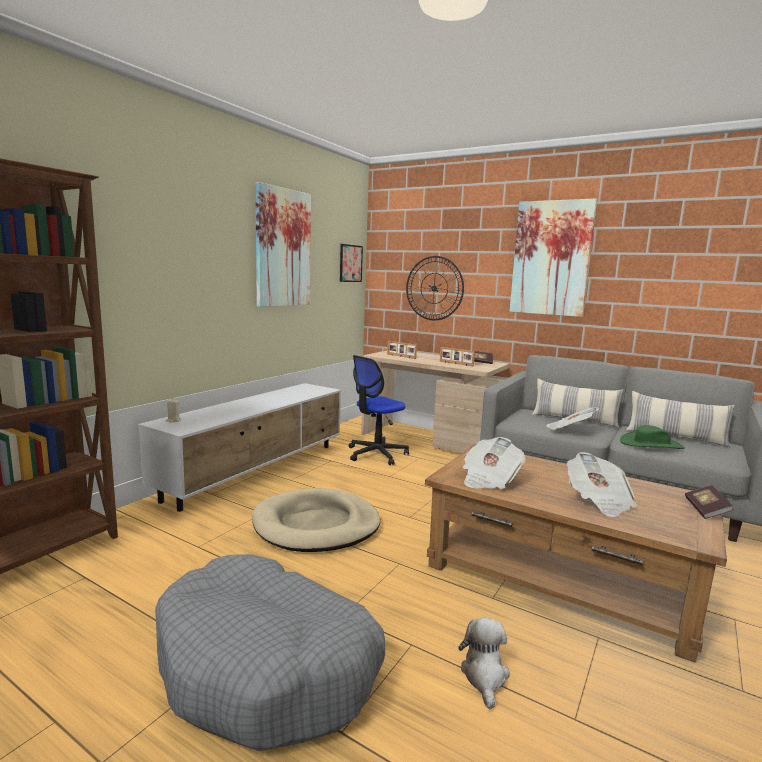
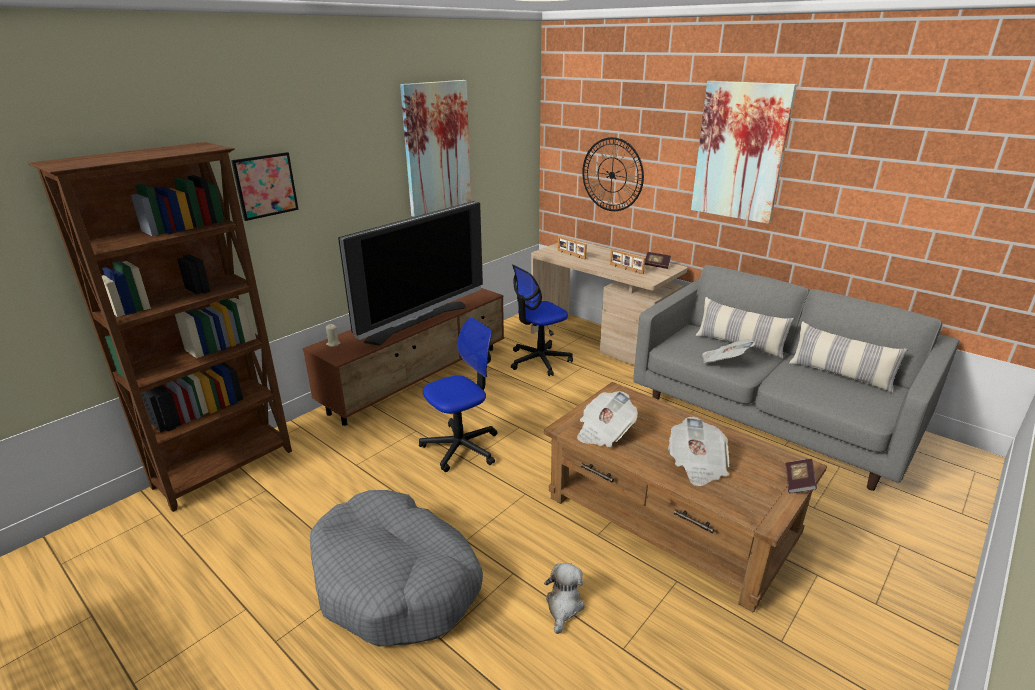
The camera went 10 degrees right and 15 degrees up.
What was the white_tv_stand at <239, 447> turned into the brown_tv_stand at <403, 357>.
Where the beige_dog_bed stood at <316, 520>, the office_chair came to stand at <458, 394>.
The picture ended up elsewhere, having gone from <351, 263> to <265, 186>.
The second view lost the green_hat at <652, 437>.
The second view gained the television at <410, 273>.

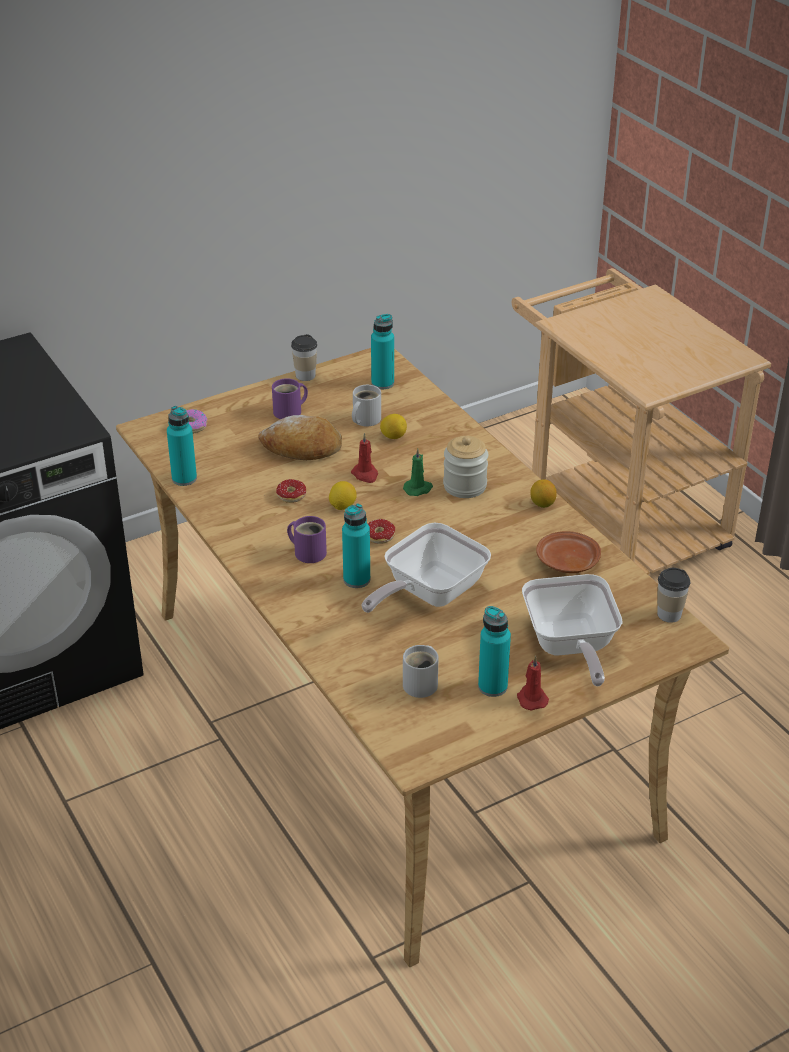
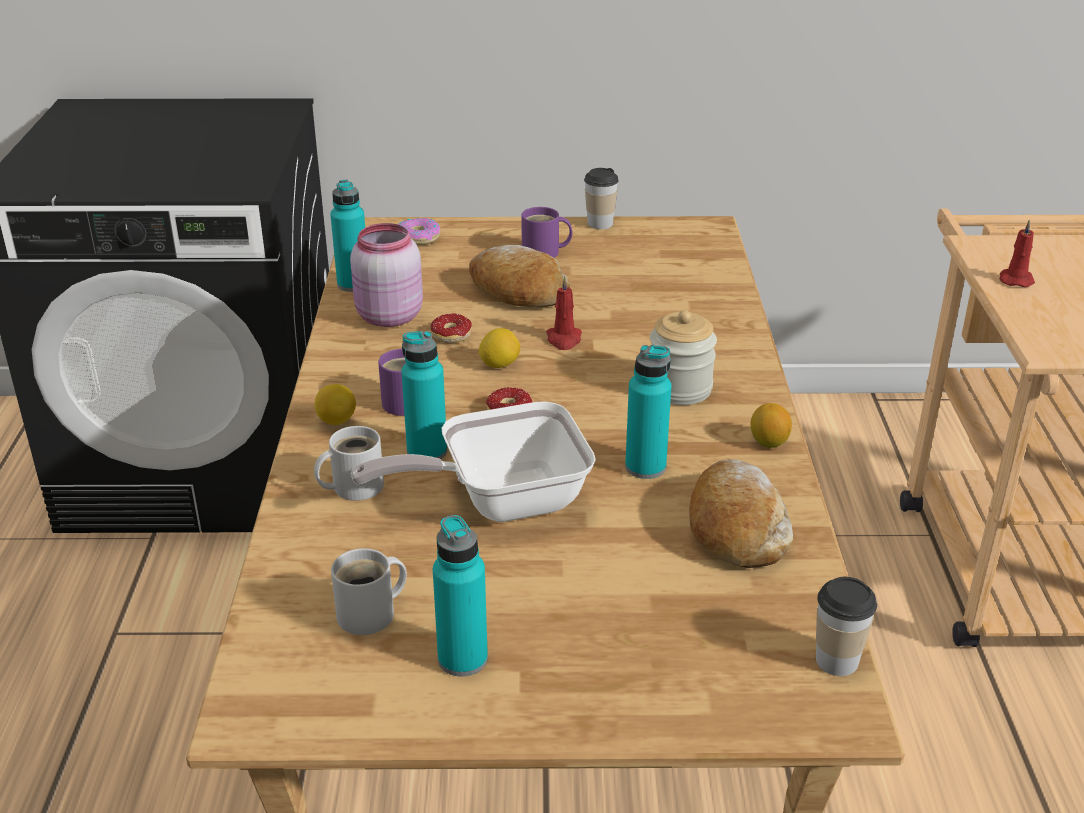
The camera went 30 degrees right and 5 degrees down.
The white_mug ended up elsewhere, having gone from <366, 405> to <349, 463>.
The turquoise_bottle ended up elsewhere, having gone from <382, 351> to <648, 412>.
The lemon ended up elsewhere, having gone from <393, 426> to <335, 404>.
The second view lost the green_candle at <418, 472>.
The red_candle ended up elsewhere, having gone from <533, 683> to <1017, 253>.
The second view lost the frying_pan at <572, 630>.
Where the brown_plate stood at <568, 552>, the bread came to stand at <741, 513>.
The second view gained the pink_jar at <386, 275>.

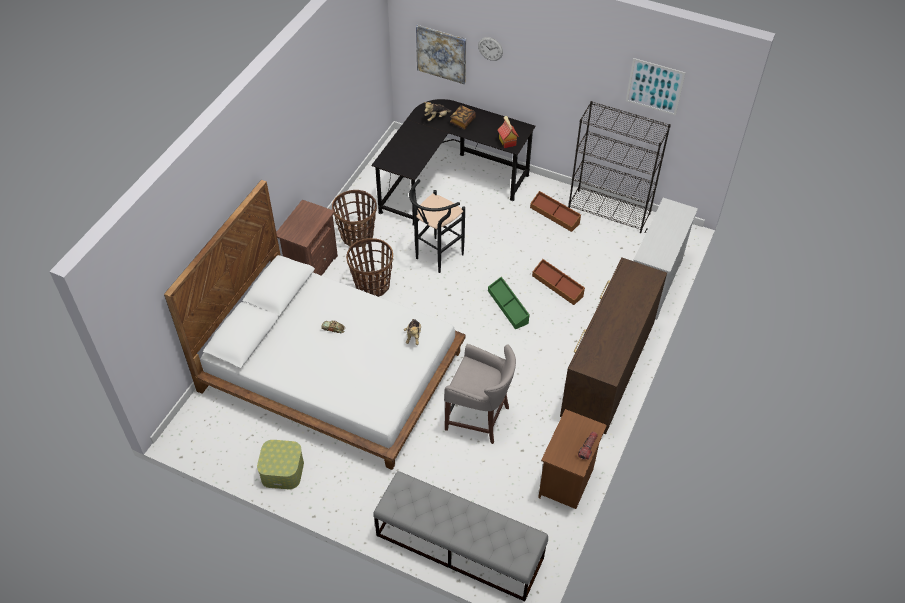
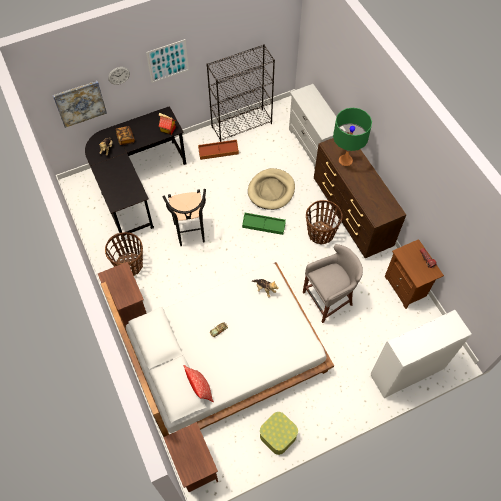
The camera went 50 degrees left and 10 degrees up.
The basket ended up elsewhere, having gone from <369, 267> to <324, 222>.
Where the grey_bench stood at <460, 536>, the white_cabinet came to stand at <421, 354>.
Where the brown_storage_box stood at <558, 282>, the beige_dog_bed came to stand at <271, 189>.
The picture ended up elsewhere, having gone from <656, 87> to <167, 61>.
The second view gained the brown_nightstand at <190, 457>.
The second view gained the pillow at <199, 383>.
The second view gained the green_table_lamp at <352, 137>.

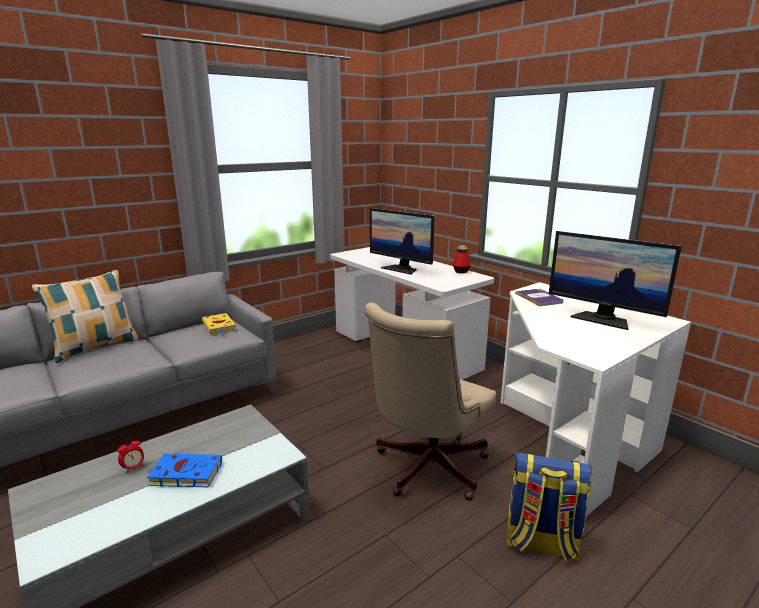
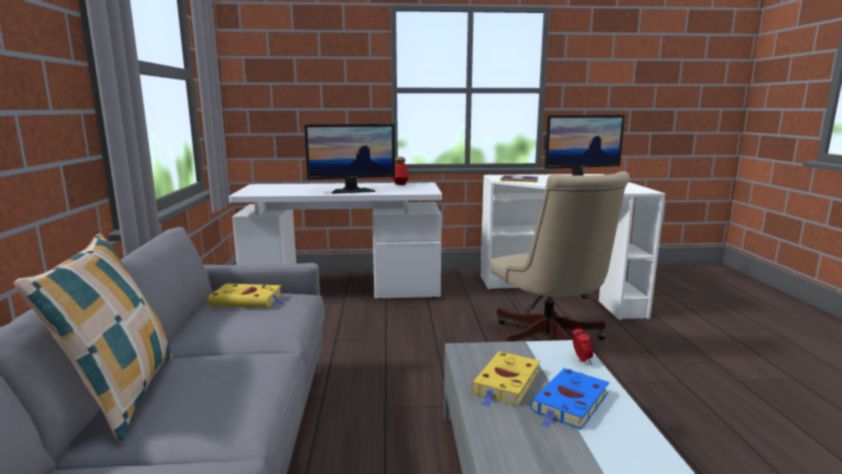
The camera went 55 degrees left and 5 degrees down.
The alarm_clock ended up elsewhere, having gone from <130, 455> to <582, 344>.
The second view lost the backpack at <549, 507>.
The second view gained the yellow_book at <505, 379>.

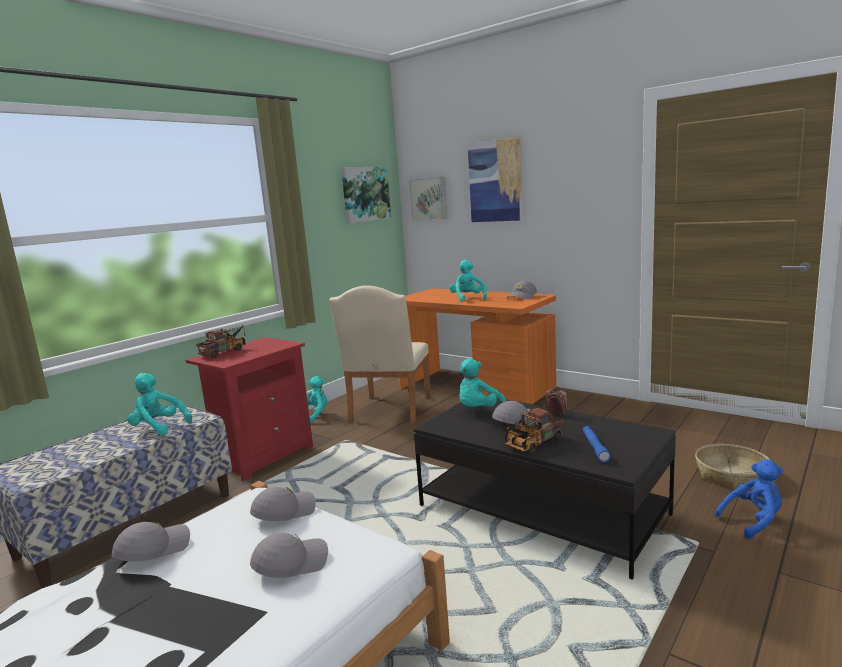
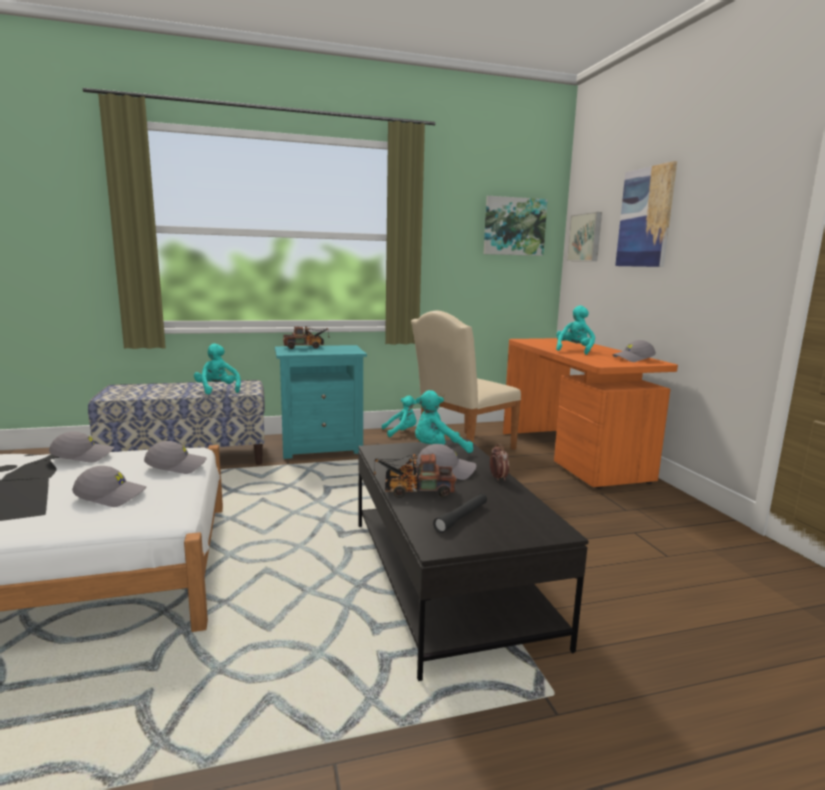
The camera went 35 degrees right and 0 degrees up.
What was the red_nightstand at <249, 409> turned into the turquoise_nightstand at <321, 402>.
What was the blue_flashlight at <597, 444> turned into the black_flashlight at <460, 513>.
The second view lost the basket at <732, 467>.
The second view lost the blue_plush_toy at <749, 499>.

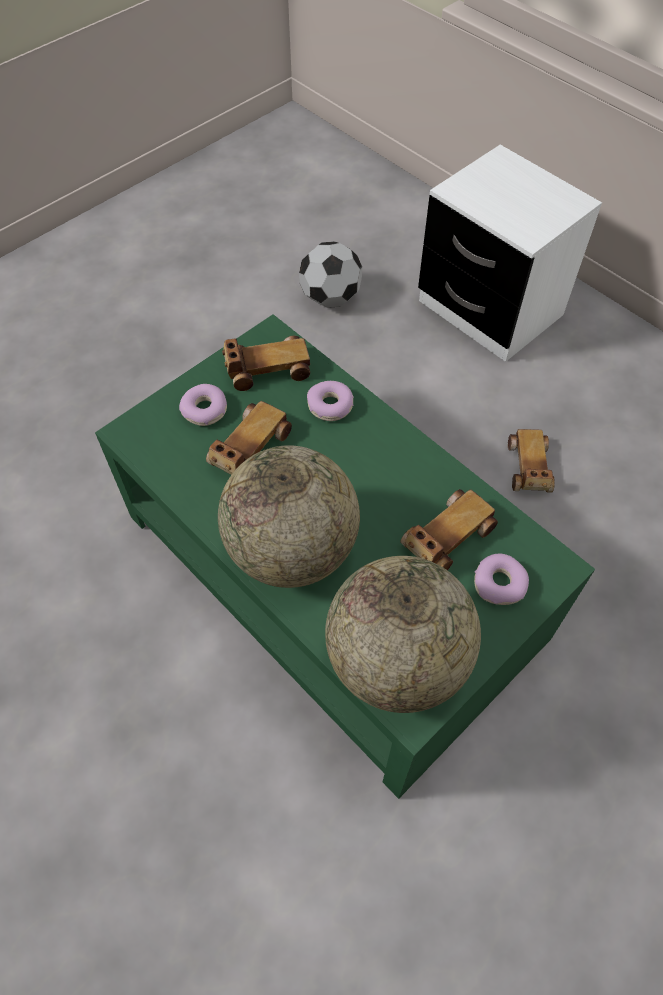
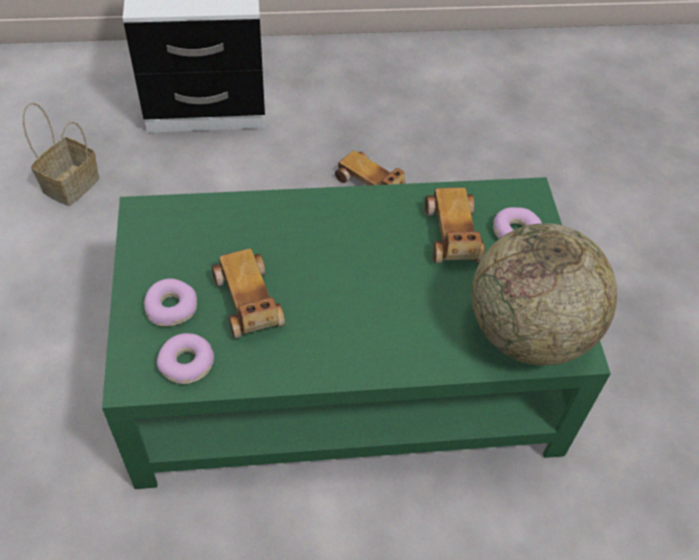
The camera went 55 degrees left and 5 degrees down.
The second view lost the globe at <289, 517>.
The second view lost the toy_car at <266, 363>.
Where the football stood at <330, 274>, the basket came to stand at <61, 154>.
The donut ended up elsewhere, having gone from <330, 401> to <185, 358>.

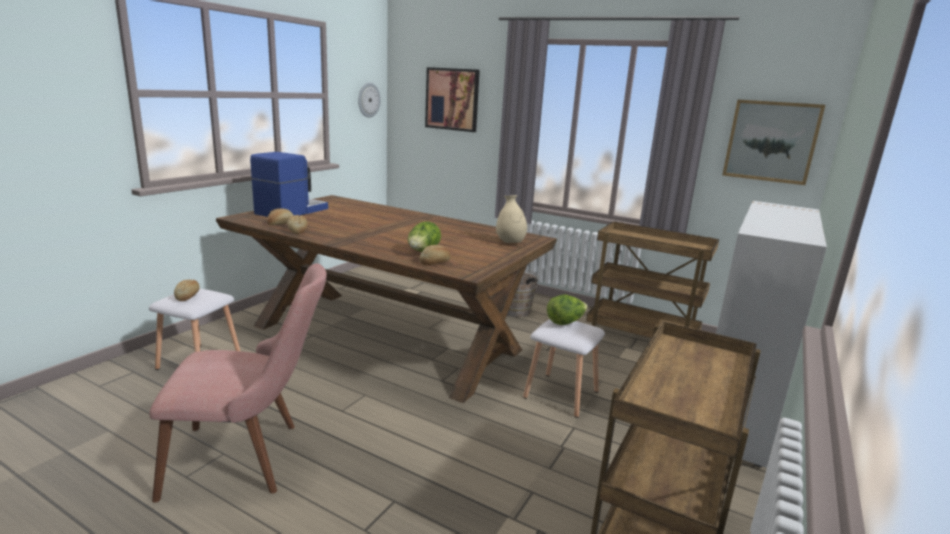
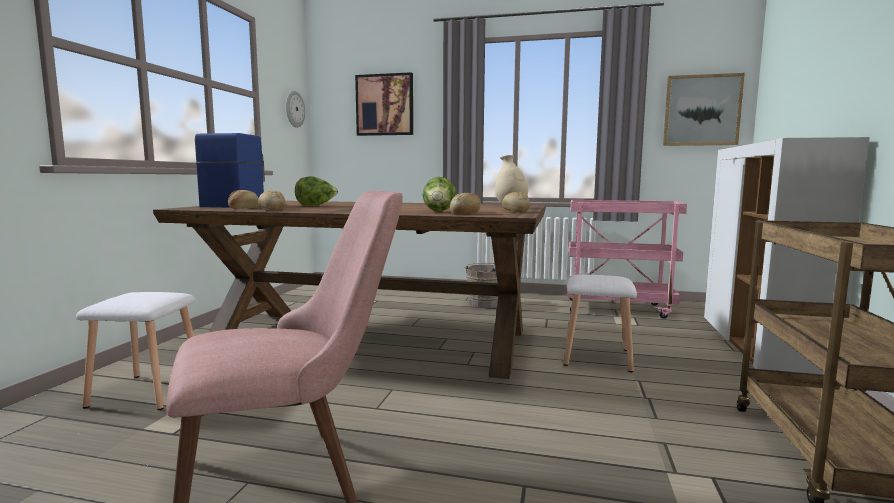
The camera went 15 degrees left and 10 degrees down.
The bread ended up elsewhere, having gone from <187, 290> to <516, 202>.
The lettuce ended up elsewhere, having gone from <567, 309> to <316, 191>.
What was the brown_cart at <652, 279> turned into the pink_cart at <627, 259>.

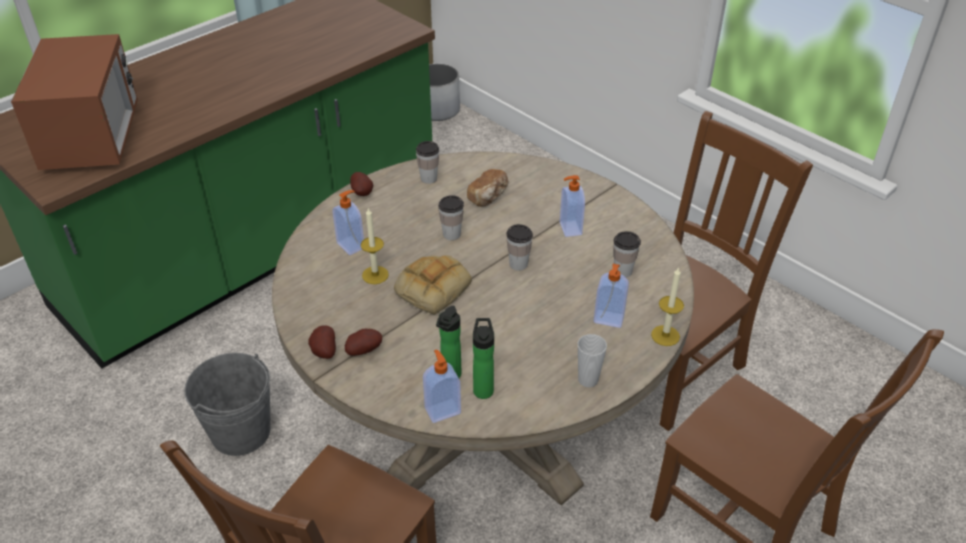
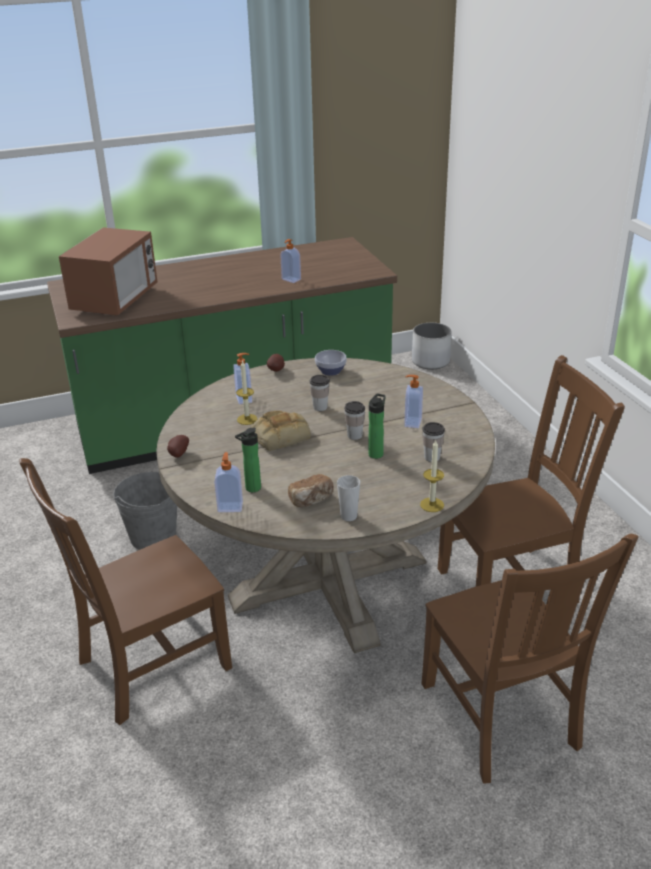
The camera went 25 degrees right and 10 degrees down.
The second view lost the potato at <363, 342>.
Where the cup stood at <427, 162>, the bowl came to stand at <331, 363>.
The bread ended up elsewhere, having gone from <487, 188> to <311, 490>.
The bottle ended up elsewhere, having gone from <483, 358> to <377, 426>.
The soap_dispenser ended up elsewhere, having gone from <611, 296> to <290, 261>.

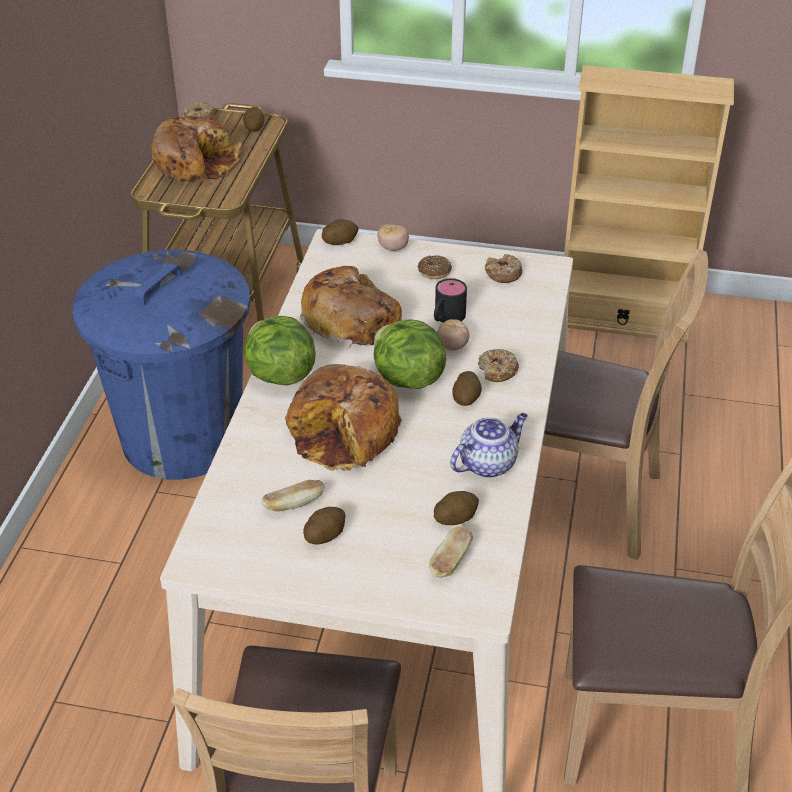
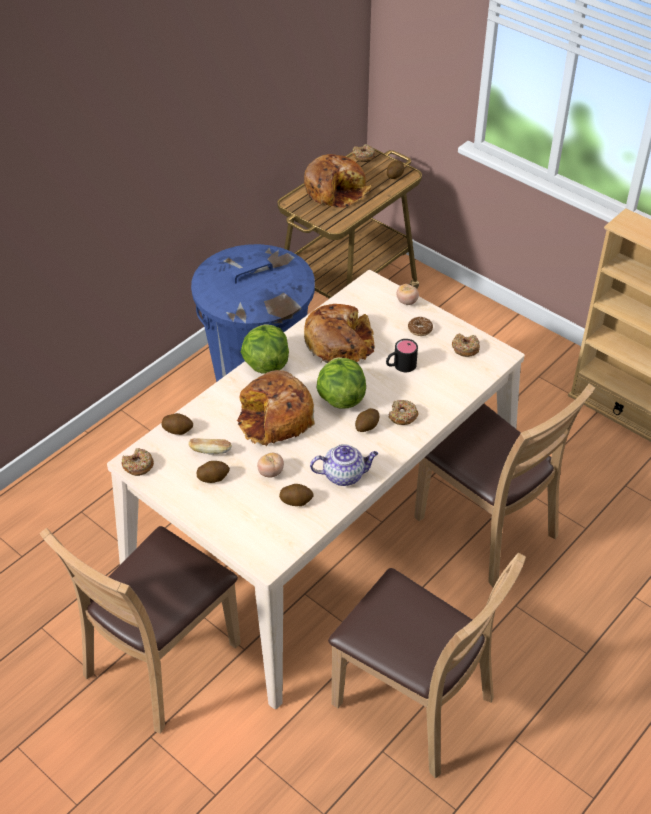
The camera went 30 degrees right and 5 degrees up.
The potato ended up elsewhere, having gone from <340, 232> to <177, 424>.
The second view lost the bread at <451, 552>.
The tomato ended up elsewhere, having gone from <453, 335> to <270, 465>.
The second view gained the donut at <138, 462>.

